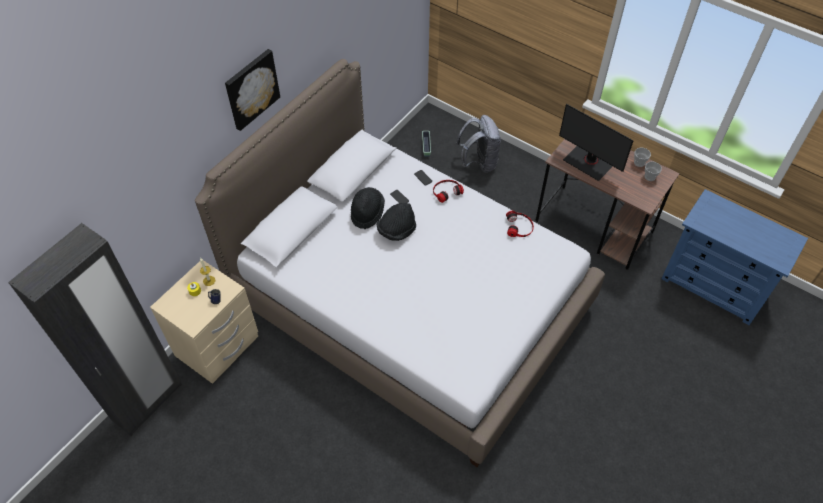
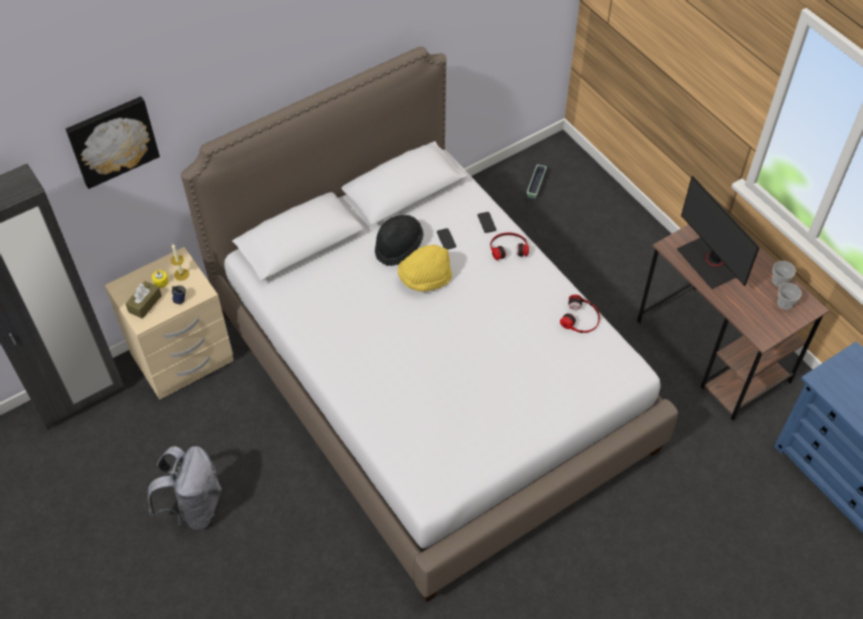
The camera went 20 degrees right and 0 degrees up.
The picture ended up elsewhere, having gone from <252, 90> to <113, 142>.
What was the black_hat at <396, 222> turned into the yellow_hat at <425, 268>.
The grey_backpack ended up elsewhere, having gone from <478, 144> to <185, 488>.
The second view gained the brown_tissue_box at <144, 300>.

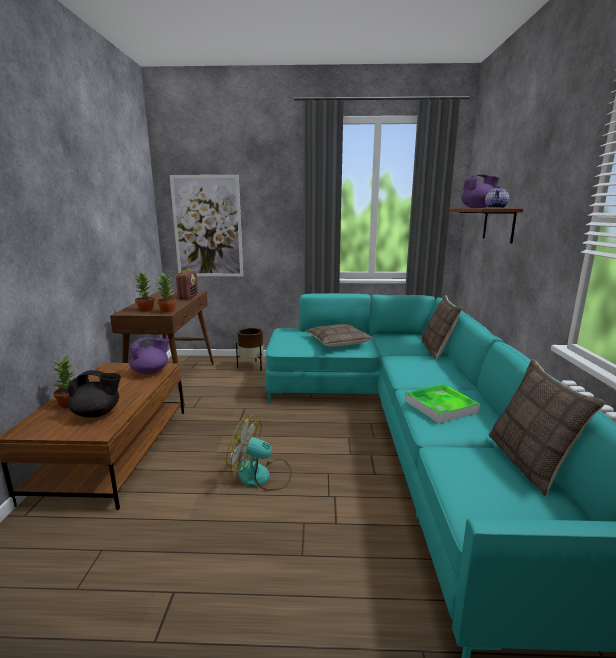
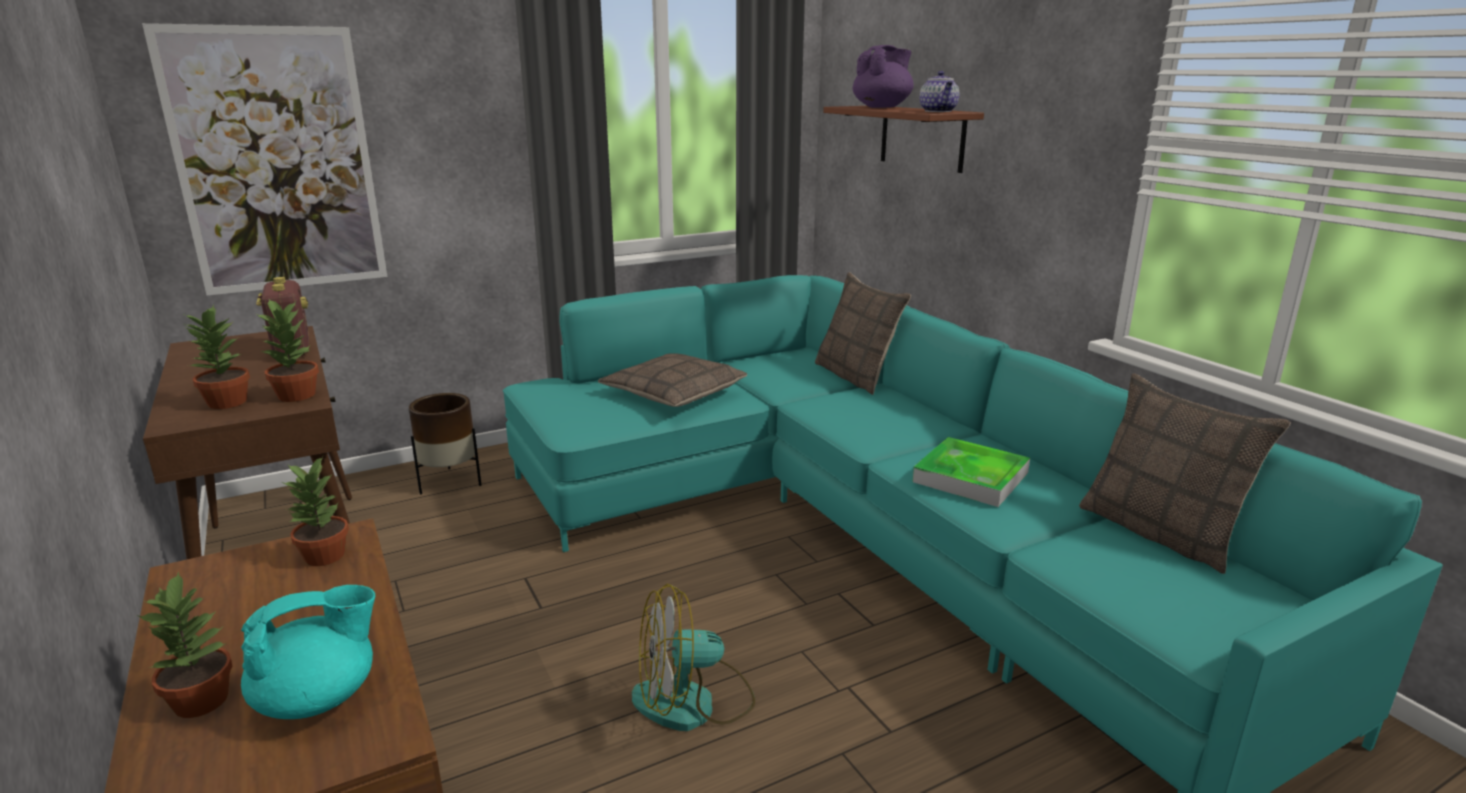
The camera went 30 degrees left and 5 degrees up.
What was the black_teapot at <94, 394> turned into the turquoise_teapot at <308, 652>.
Where the purple_teapot stood at <149, 355>, the potted_plant came to stand at <315, 511>.

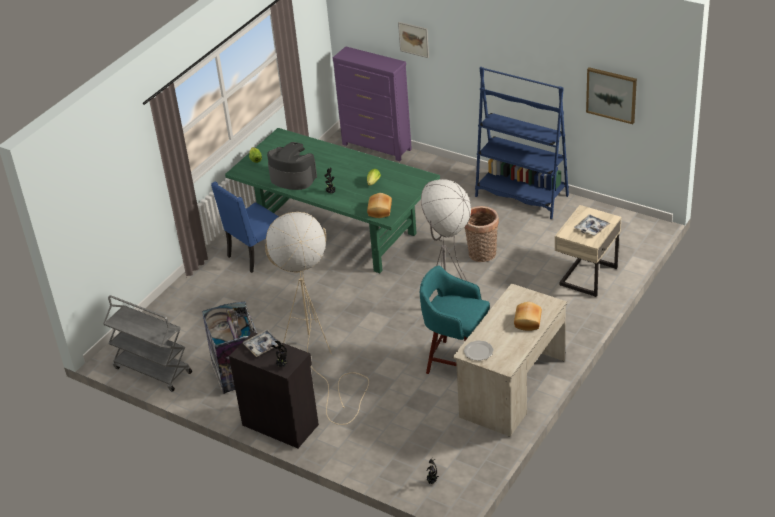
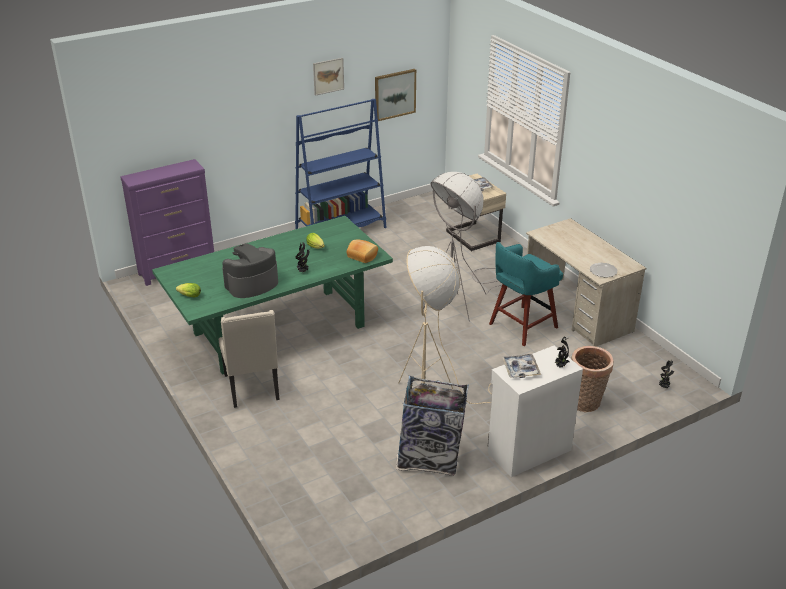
The camera went 65 degrees left and 5 degrees down.
The second view lost the grey_cart at <147, 343>.
What was the blue_chair at <245, 227> turned into the beige_chair at <249, 359>.
What was the black_cabinet at <274, 390> turned into the white_cabinet at <535, 411>.
The picture ended up elsewhere, having gone from <413, 40> to <328, 77>.
The basket ended up elsewhere, having gone from <482, 234> to <592, 379>.
The second view lost the bread at <528, 316>.

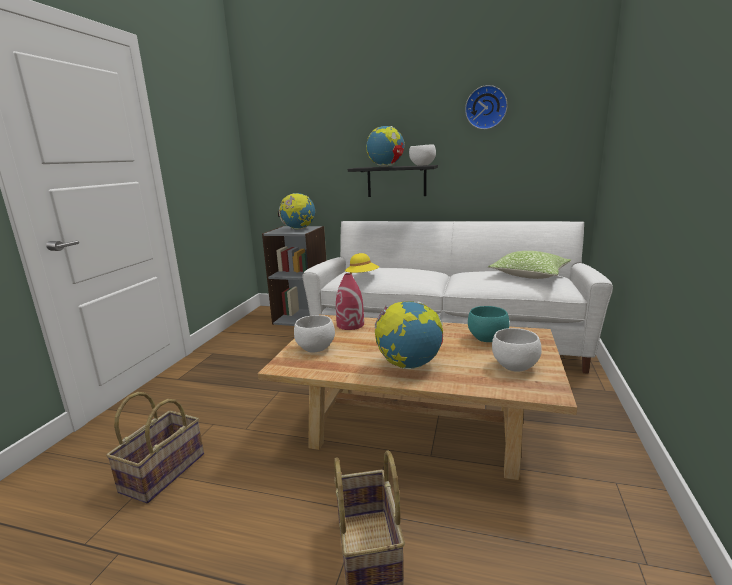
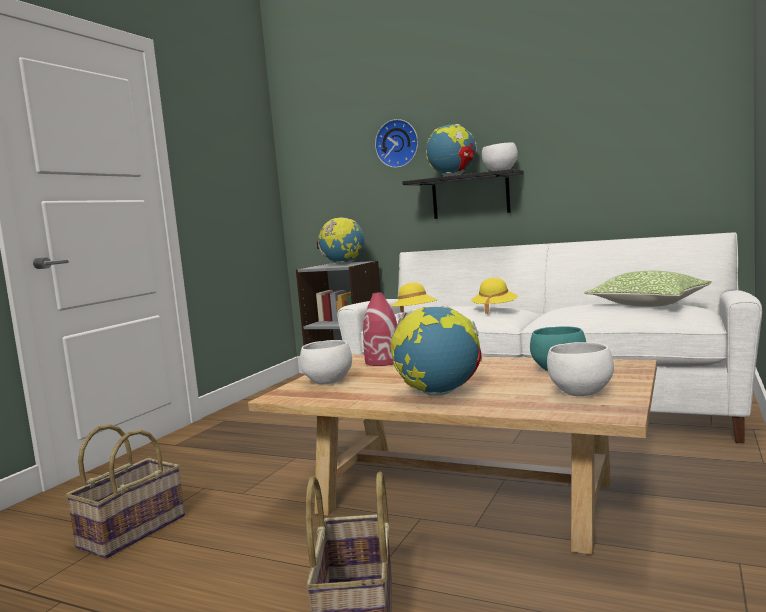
The camera went 10 degrees right and 10 degrees down.
The wall_clock ended up elsewhere, having gone from <486, 107> to <396, 143>.
The second view gained the yellow_hat at <494, 296>.

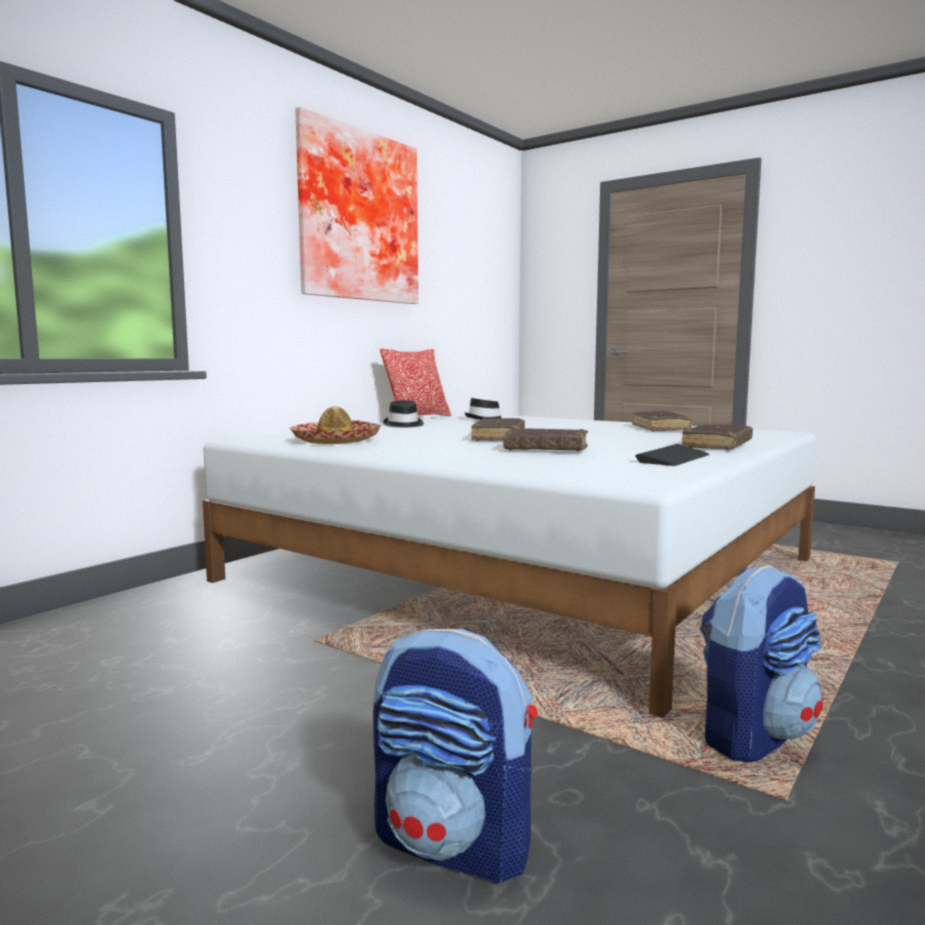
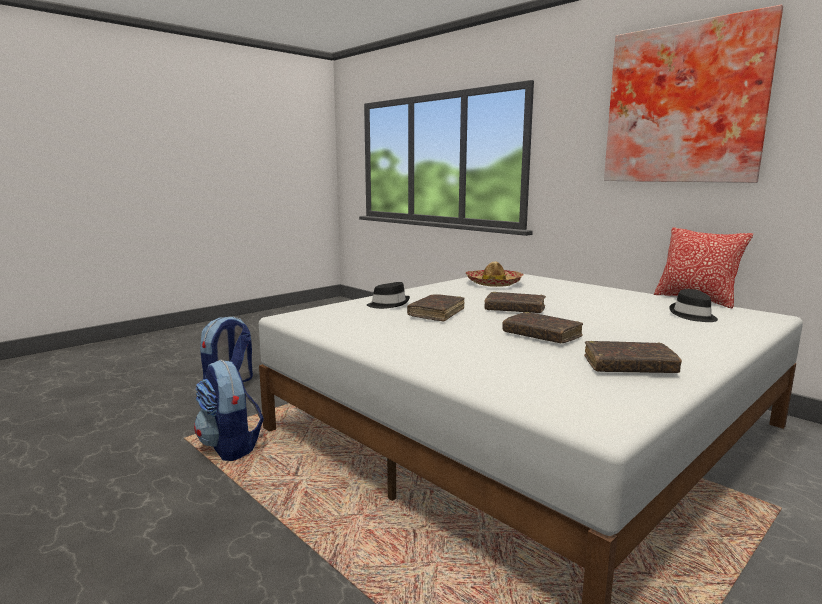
The camera went 100 degrees right and 5 degrees up.
The black_hat ended up elsewhere, having gone from <403, 413> to <388, 295>.
The second view lost the keyboard at <672, 455>.
The brown_book ended up elsewhere, having gone from <717, 437> to <542, 327>.

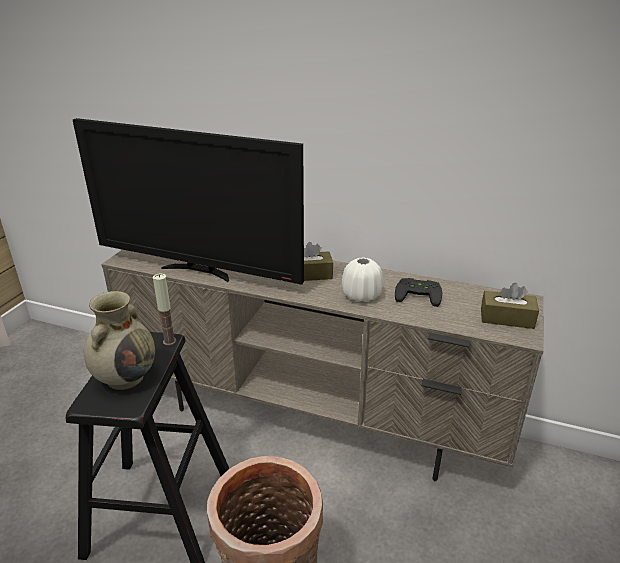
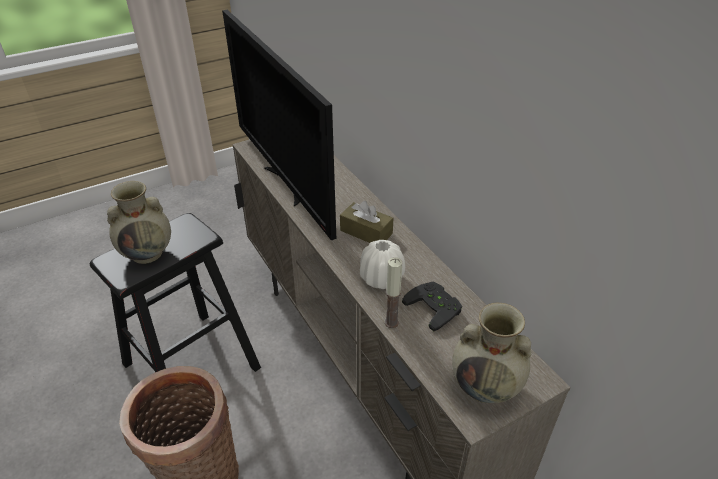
The camera went 40 degrees right and 10 degrees up.
The candle ended up elsewhere, having gone from <164, 309> to <393, 292>.
Where the brown_tissue_box stood at <510, 306>, the beige_vase came to stand at <491, 353>.

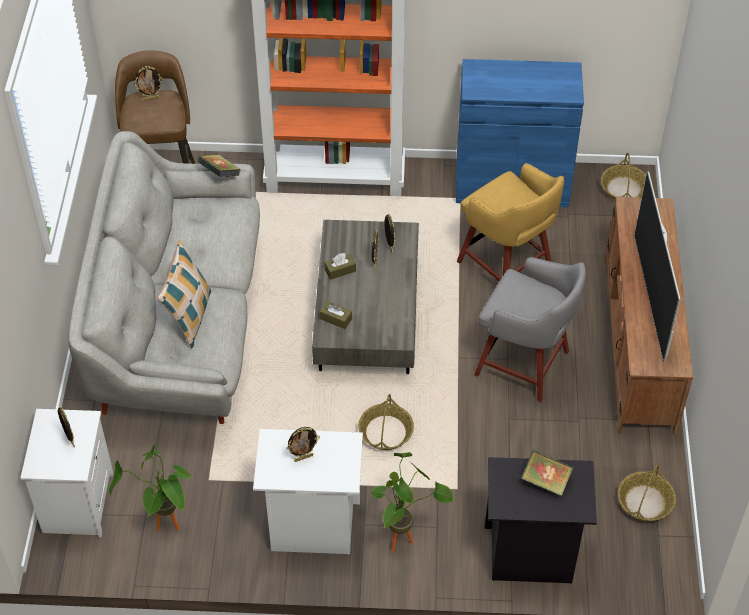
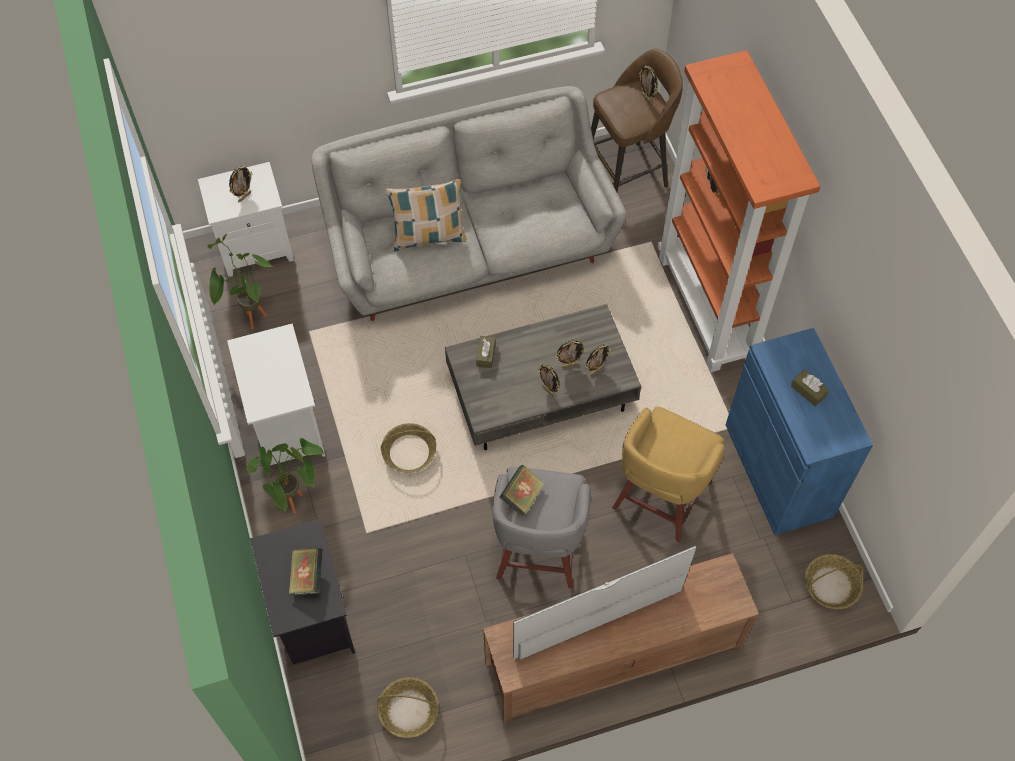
The camera went 70 degrees right and 10 degrees up.
The book ended up elsewhere, having gone from <219, 166> to <522, 491>.
The picture_frame ended up elsewhere, having gone from <303, 444> to <549, 380>.
The brown_tissue_box ended up elsewhere, having gone from <340, 266> to <810, 388>.

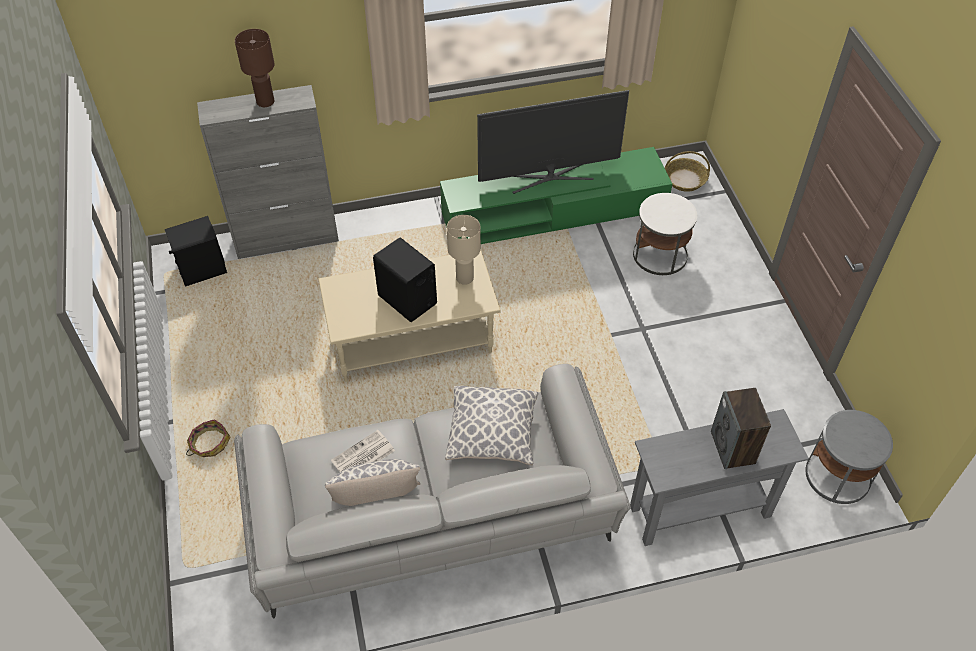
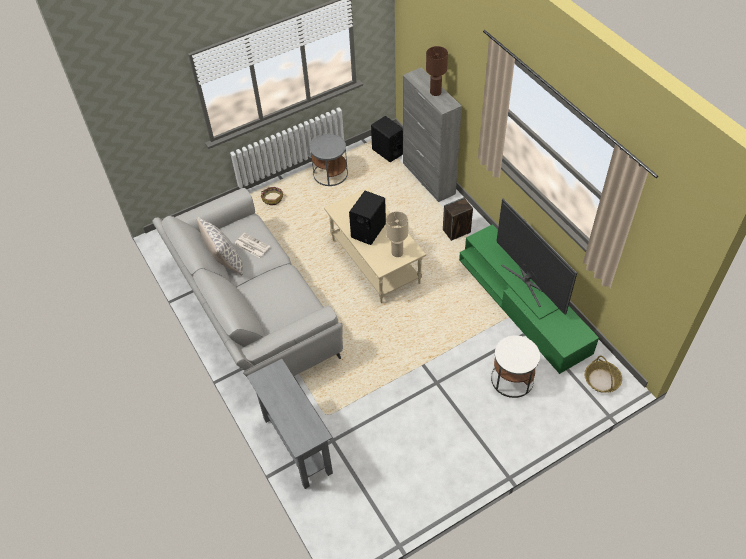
The camera went 75 degrees right and 0 degrees up.
The second view lost the pillow at <491, 426>.
The speaker ended up elsewhere, having gone from <741, 428> to <458, 219>.
The grey_side_table ended up elsewhere, having gone from <849, 457> to <329, 160>.

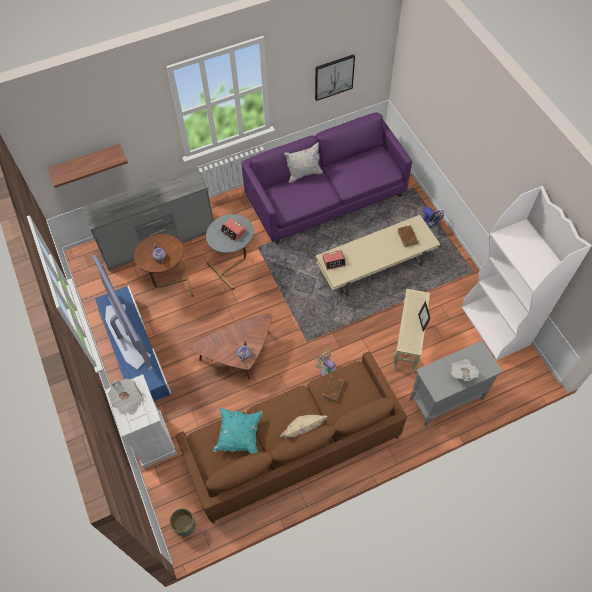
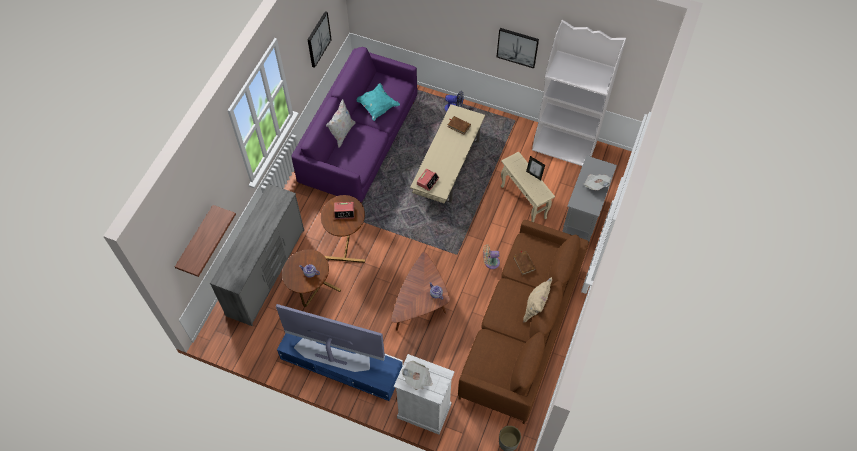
The camera went 45 degrees left and 0 degrees up.
What was the grey_side_table at <230, 252> turned into the brown_side_table at <343, 229>.
The turquoise_pillow ended up elsewhere, having gone from <238, 431> to <378, 102>.
The second view gained the picture at <518, 48>.

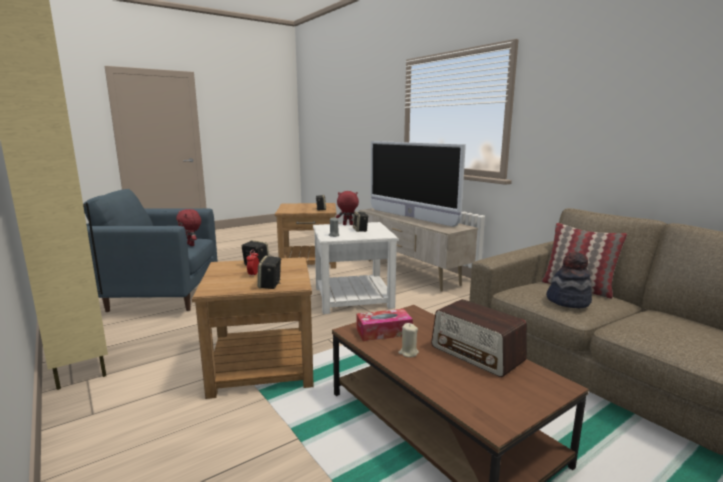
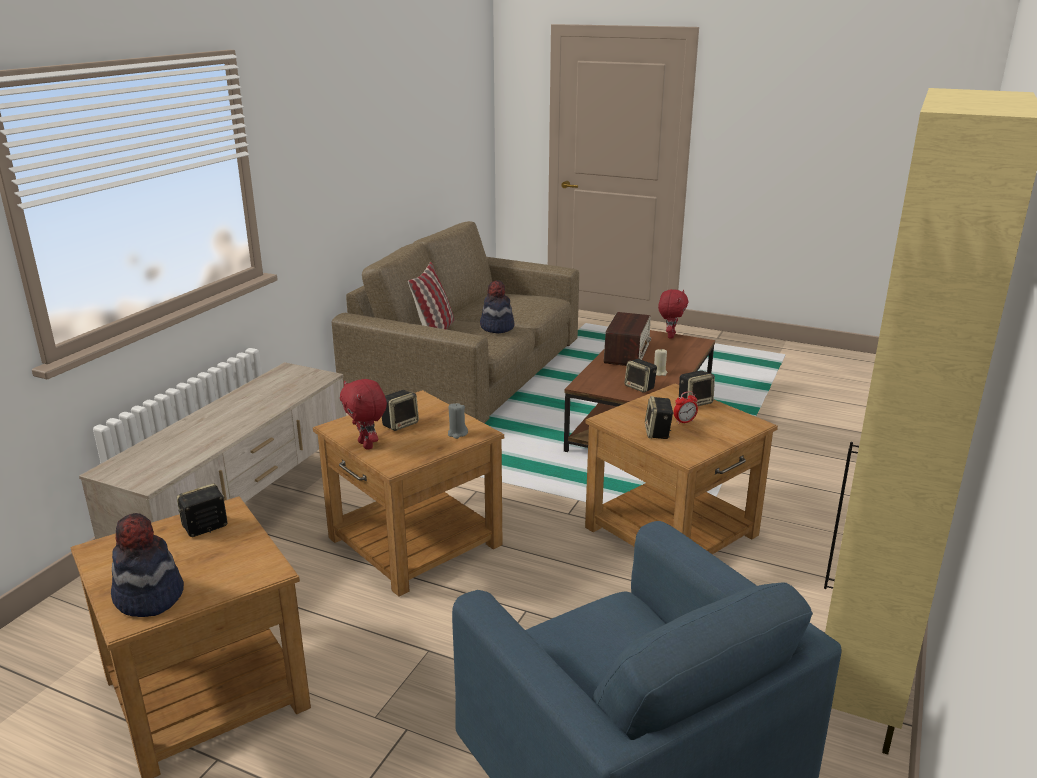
The camera went 120 degrees left and 10 degrees up.
The red_plush_toy ended up elsewhere, having gone from <188, 227> to <673, 314>.
What was the white_side_table at <356, 268> turned into the brown_side_table at <408, 493>.
Where the tissue_box stood at <385, 325>, the speaker came to stand at <640, 376>.
The second view lost the television at <418, 184>.
The second view gained the hat at <147, 565>.

